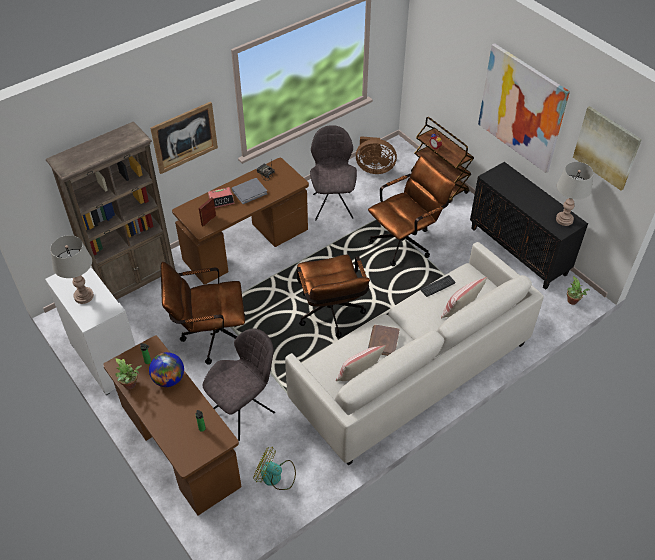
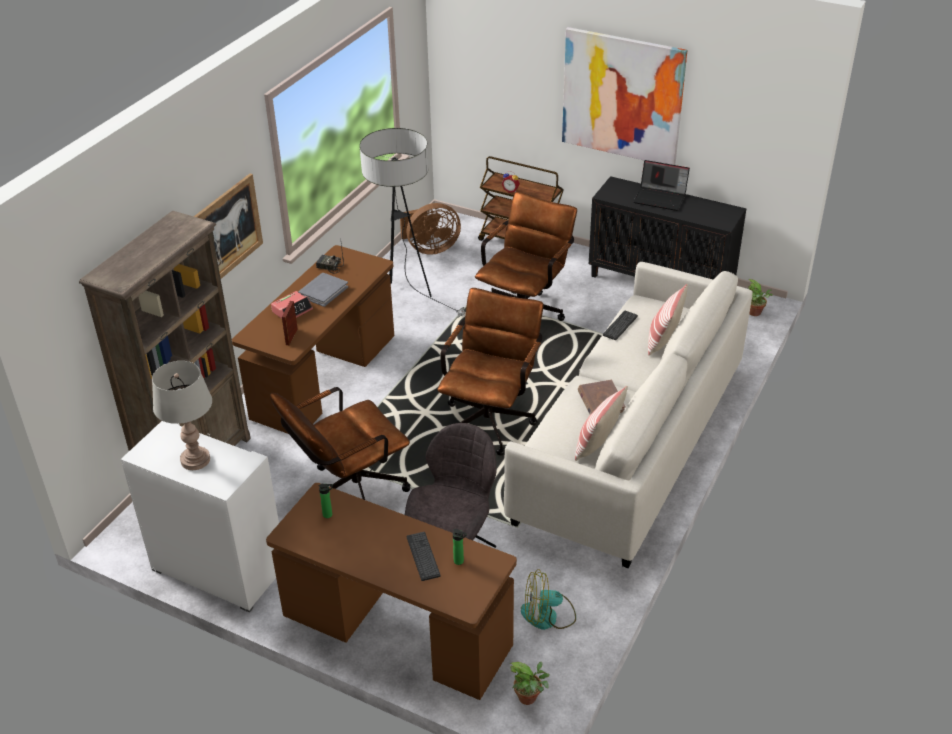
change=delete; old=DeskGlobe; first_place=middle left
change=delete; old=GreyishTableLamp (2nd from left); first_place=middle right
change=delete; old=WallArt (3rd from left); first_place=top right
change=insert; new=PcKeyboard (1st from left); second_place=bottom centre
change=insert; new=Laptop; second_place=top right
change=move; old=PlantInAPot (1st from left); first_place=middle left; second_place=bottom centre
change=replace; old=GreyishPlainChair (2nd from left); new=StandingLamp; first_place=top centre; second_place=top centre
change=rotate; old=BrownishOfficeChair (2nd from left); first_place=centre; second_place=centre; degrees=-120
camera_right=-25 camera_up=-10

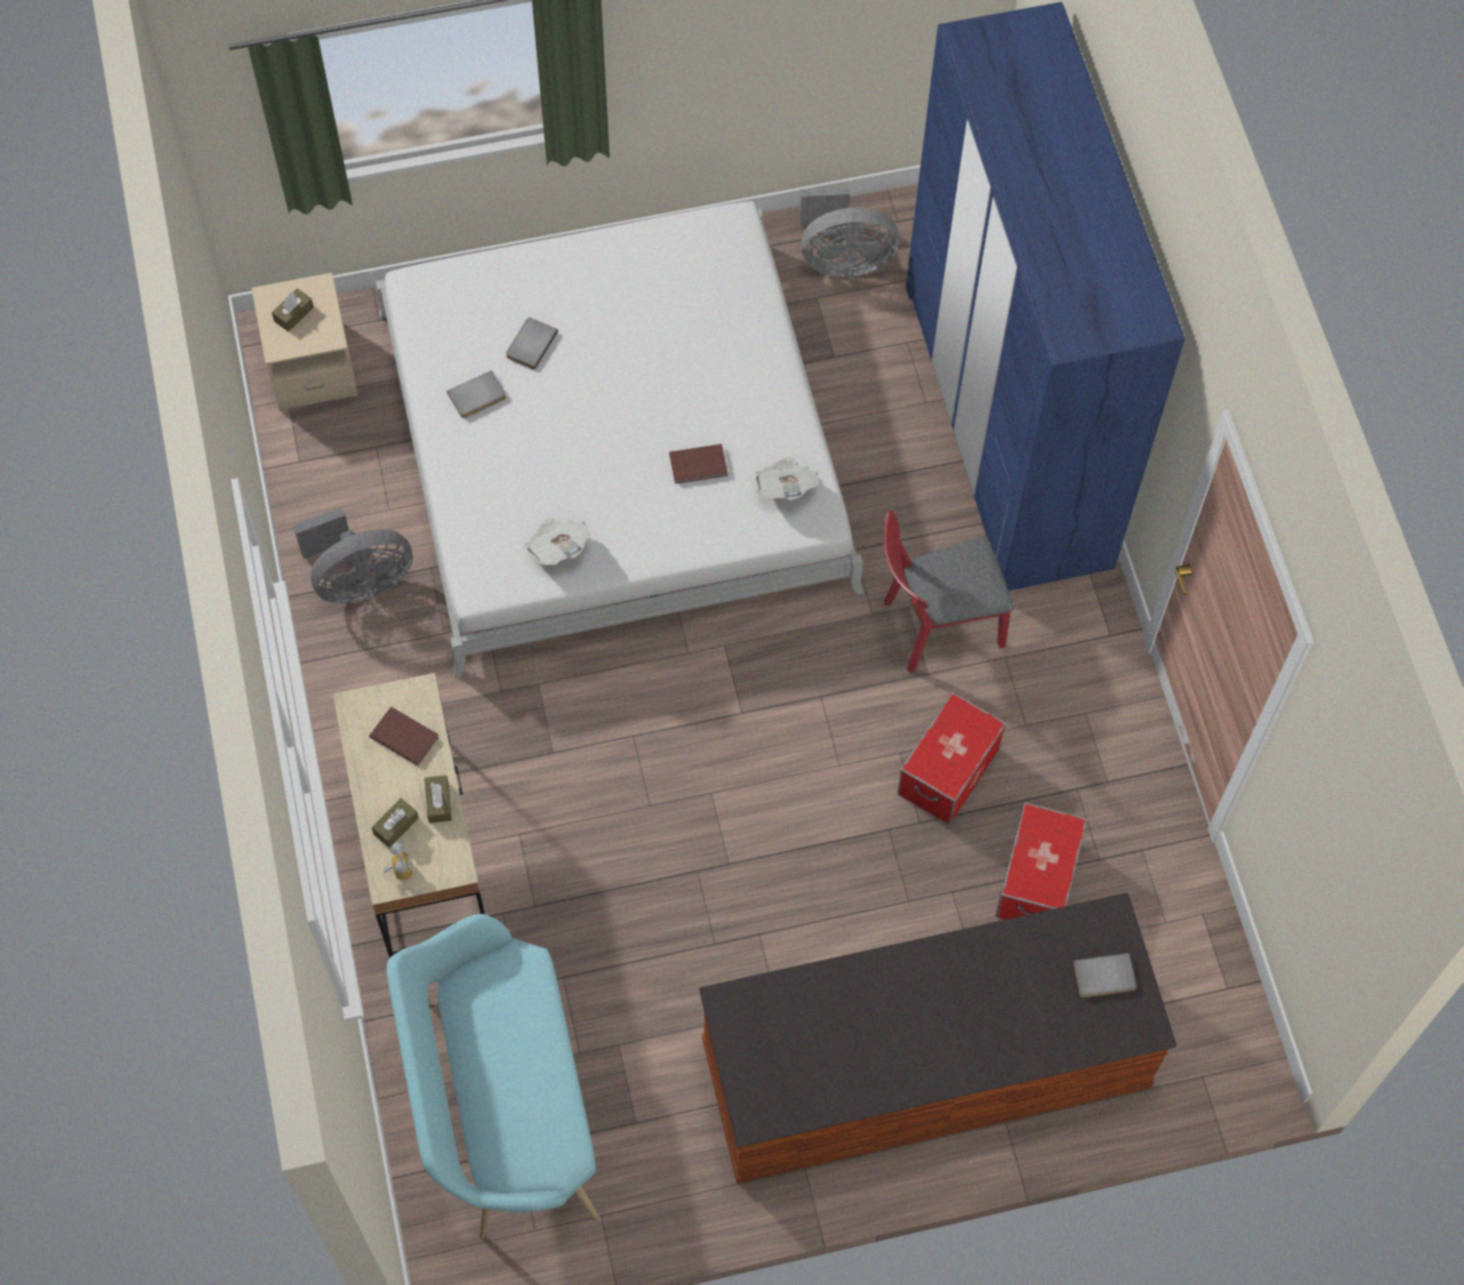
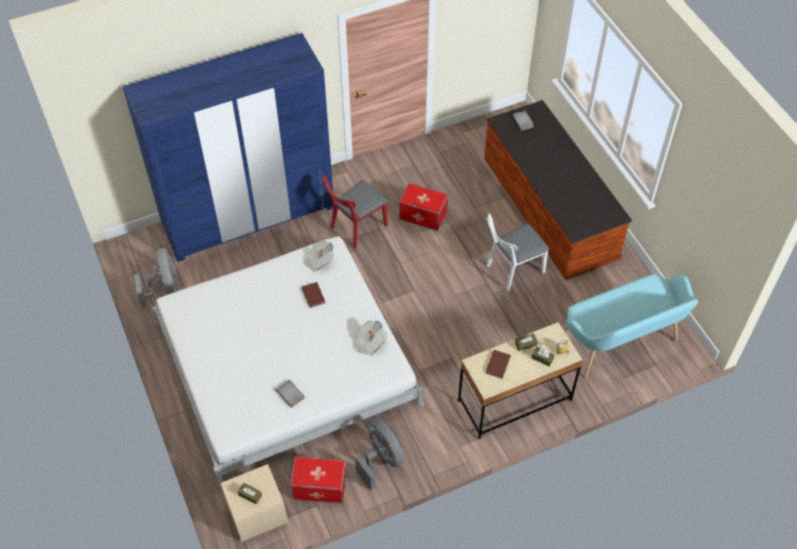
change=delete; old=GreyishBook (2nd from left); first_place=top centre
change=insert; new=WhiteColouredPlainChair; second_place=centre
change=move; old=StorageBox (2nd from left in the first image); new=StorageBox (1st from left); first_place=bottom right; second_place=bottom centre
change=rotate; old=RedColouredPlainChair; first_place=centre; second_place=centre; degrees=75
camera_right=-100 camera_up=-10

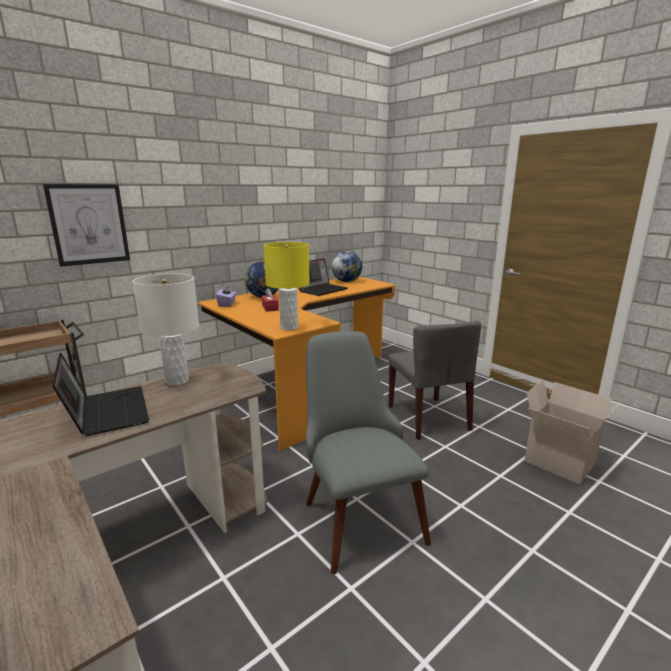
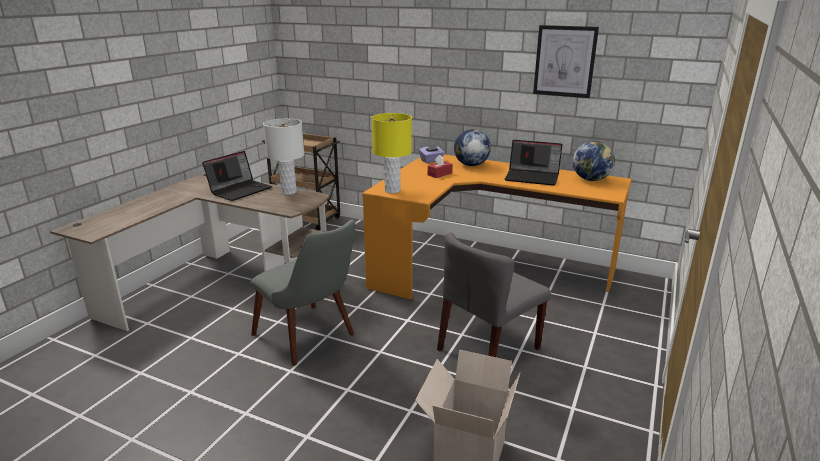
change=move; old=WallArt; first_place=middle left; second_place=top right
change=rotate; old=GreyishPlainChair (1st from left); first_place=bottom centre; second_place=centre; degrees=90
camera_right=65 camera_up=5

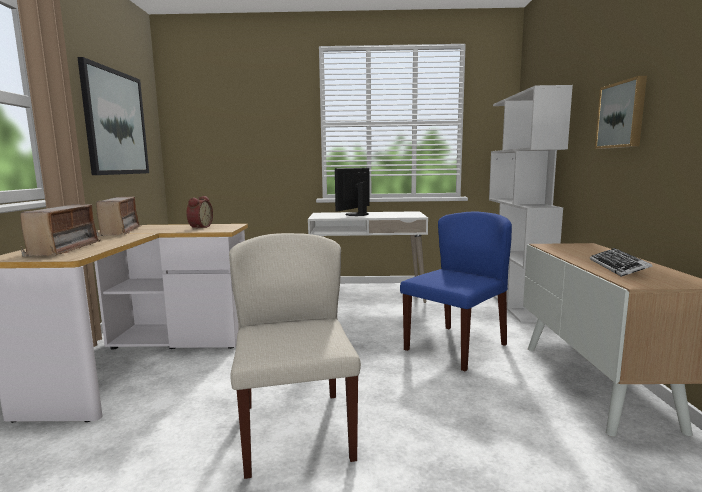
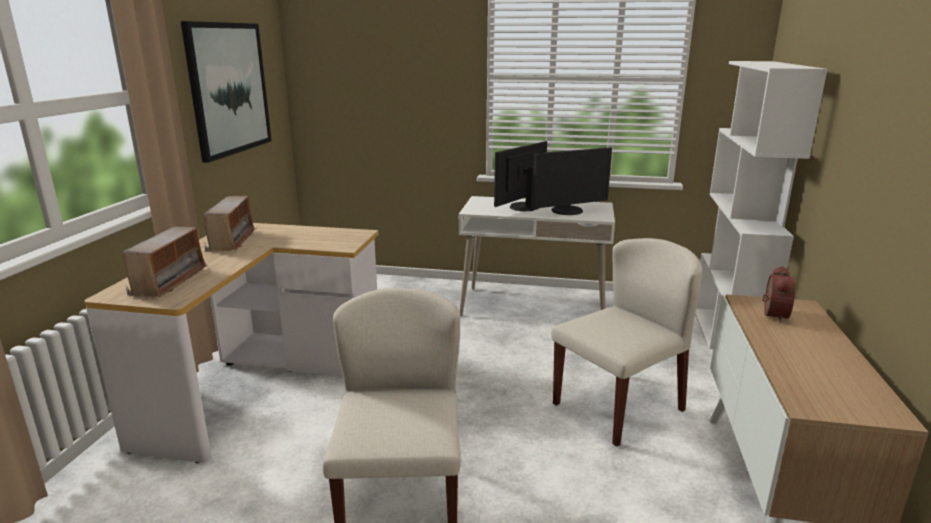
change=delete; old=PcKeyboard; first_place=middle right
change=delete; old=WallArt (2nd from left); first_place=top right
change=insert; new=ComputerScreen (2nd from left); second_place=centre
change=move; old=TableClock; first_place=middle left; second_place=middle right
change=recolor; old=BluePlainChair; new=BeigeColouredPlainChair (2nd from left); first_place=centre; second_place=middle right
camera_right=10 camera_up=10

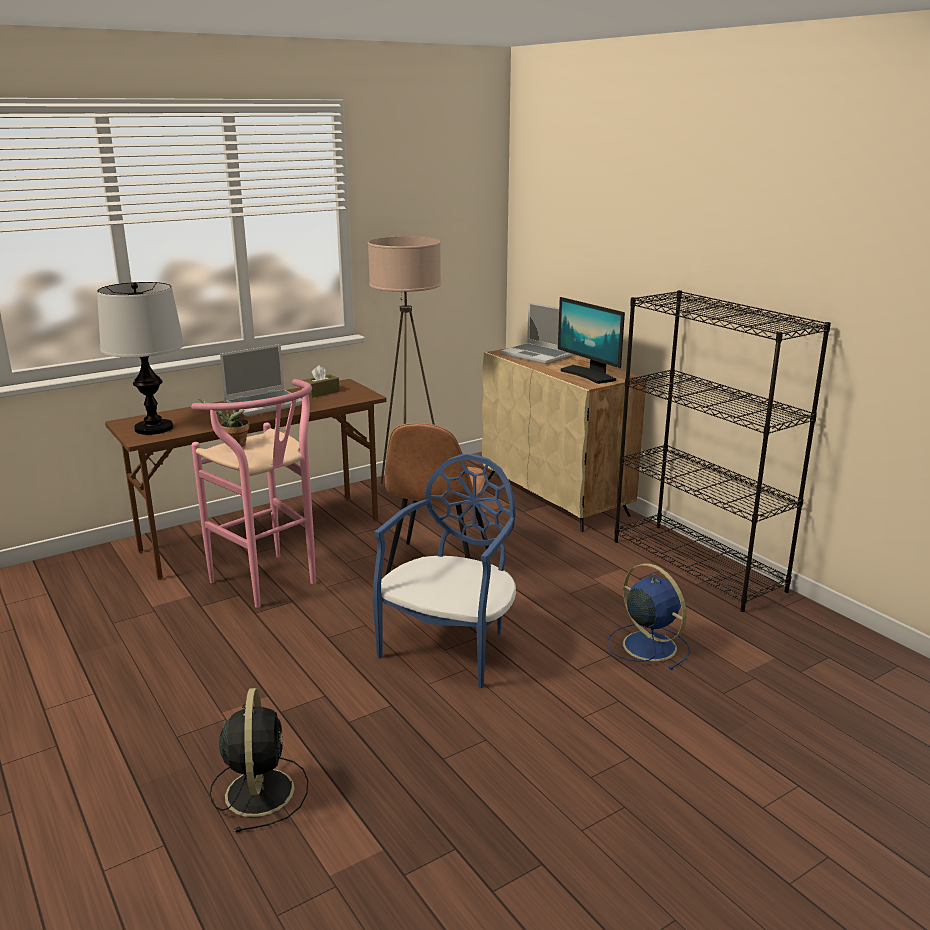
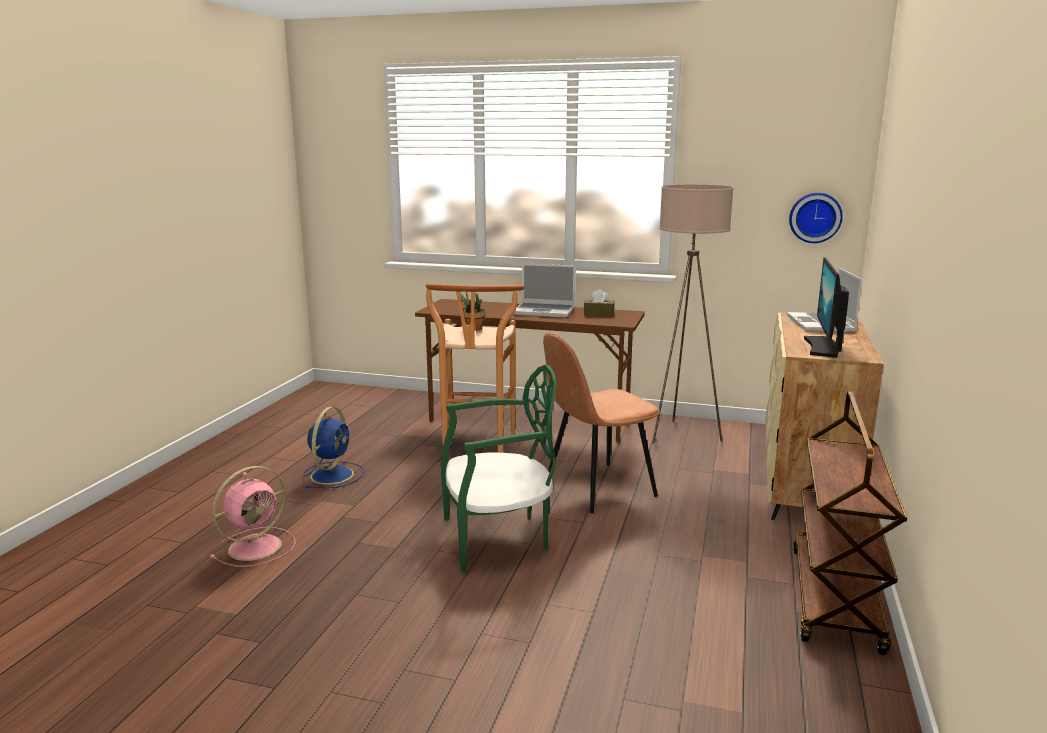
change=delete; old=TableLamp; first_place=middle left
change=insert; new=WallClock; second_place=top right
change=move; old=BlueFan; first_place=middle right; second_place=middle left
change=replace; old=BlackShelvingUnit; new=BrownishWheeledCart; first_place=middle right; second_place=bottom right
change=recolor; old=PinkishStool; new=BrownishStool; first_place=middle left; second_place=centre
change=recolor; old=BlackFan; new=PinkishFan; first_place=bottom left; second_place=bottom left
change=recolor; old=BluePlainChair; new=GreenPlainChair; first_place=centre; second_place=centre
camera_right=50 camera_up=-5

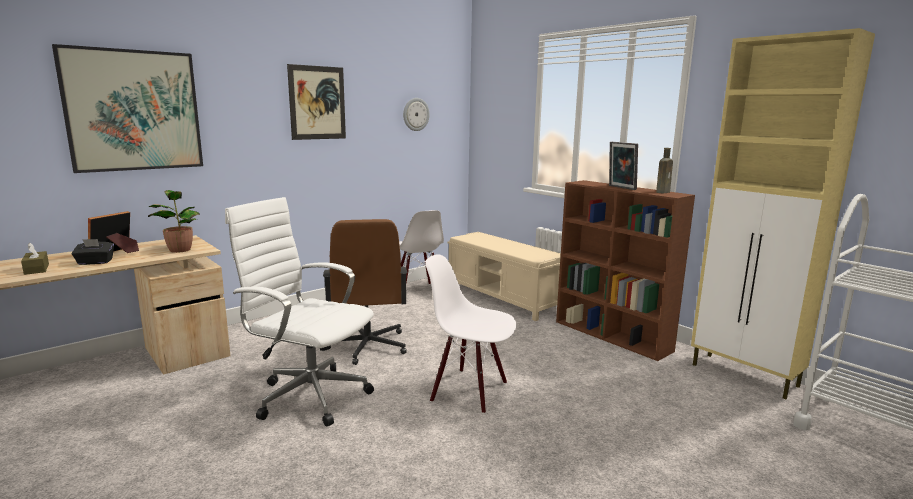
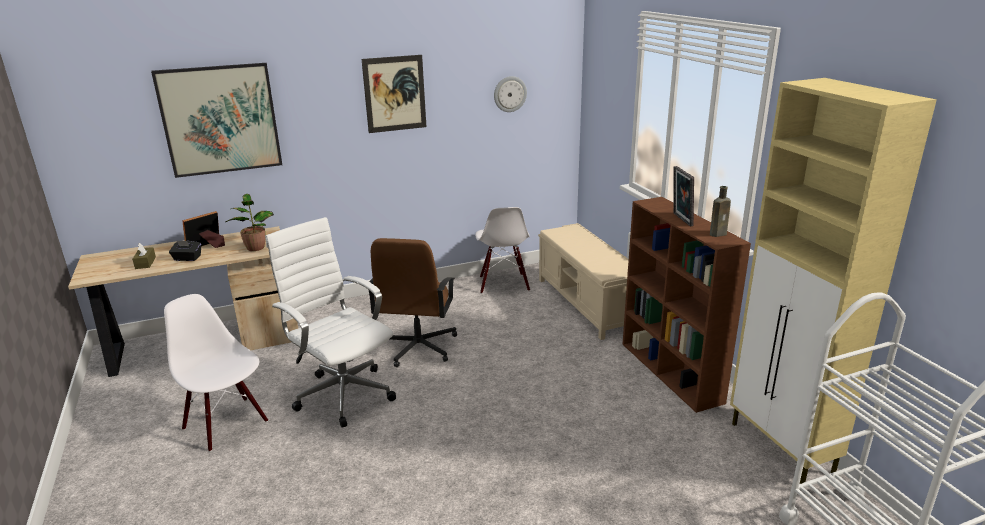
change=move; old=WhiteColouredPlainChair (2nd from left in the first image); new=WhiteColouredPlainChair (1st from left); first_place=bottom centre; second_place=bottom left
camera_right=20 camera_up=10

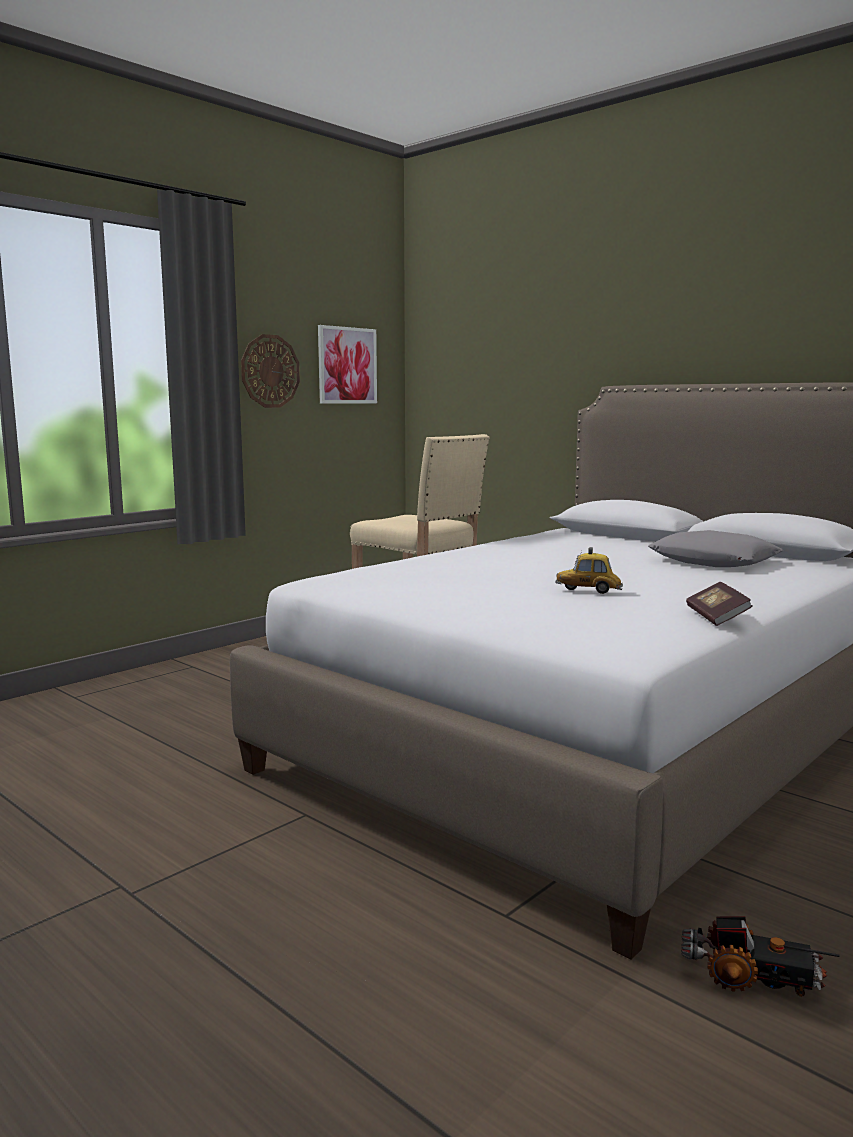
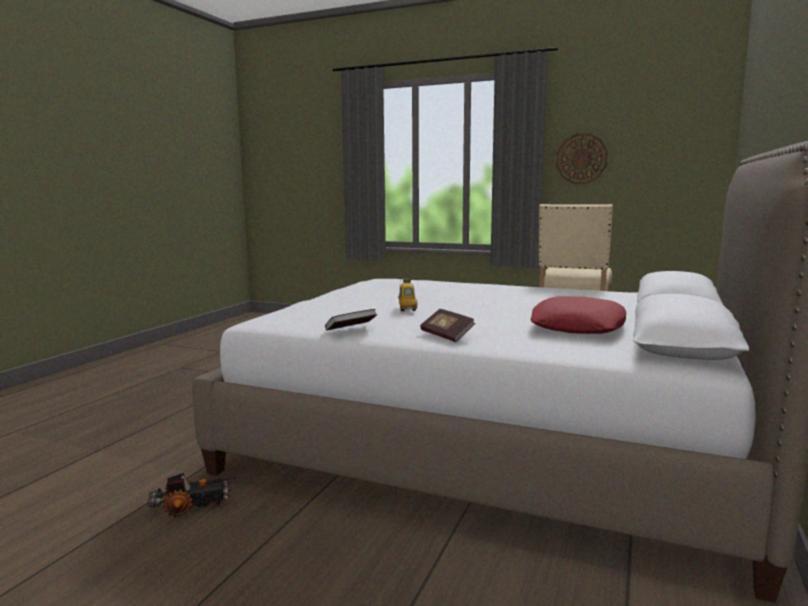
change=delete; old=WallArt; first_place=top centre
change=insert; new=Book (2nd from left); second_place=centre
change=recolor; old=GreyishThrowPillow; new=RedColouredThrowPillow; first_place=middle right; second_place=middle right
change=rotate; old=ModelTruck; first_place=bottom right; second_place=bottom left; degrees=-105
camera_right=70 camera_up=0

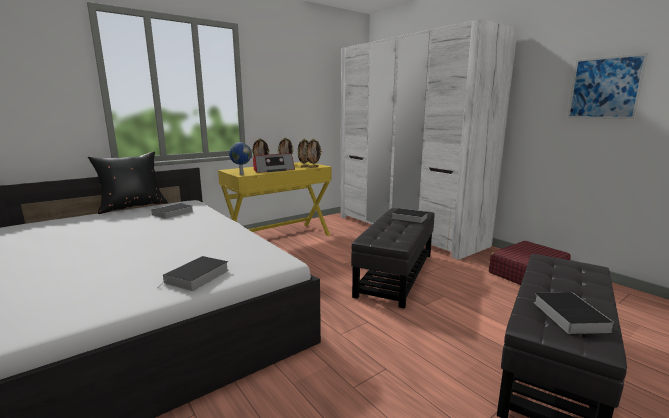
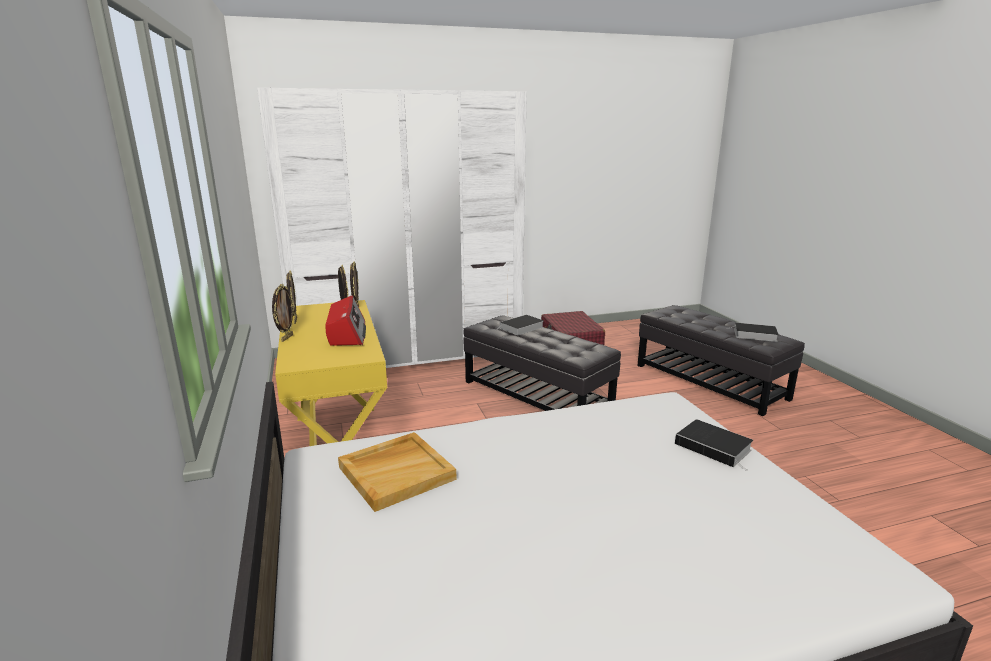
change=delete; old=BlackThrowPillow; first_place=middle left
change=delete; old=DeskGlobe; first_place=centre
change=delete; old=WallArt; first_place=top right
change=replace; old=Book (1st from left); new=BeigeColouredCarryingTray; first_place=middle left; second_place=bottom centre
camera_right=-70 camera_up=5

